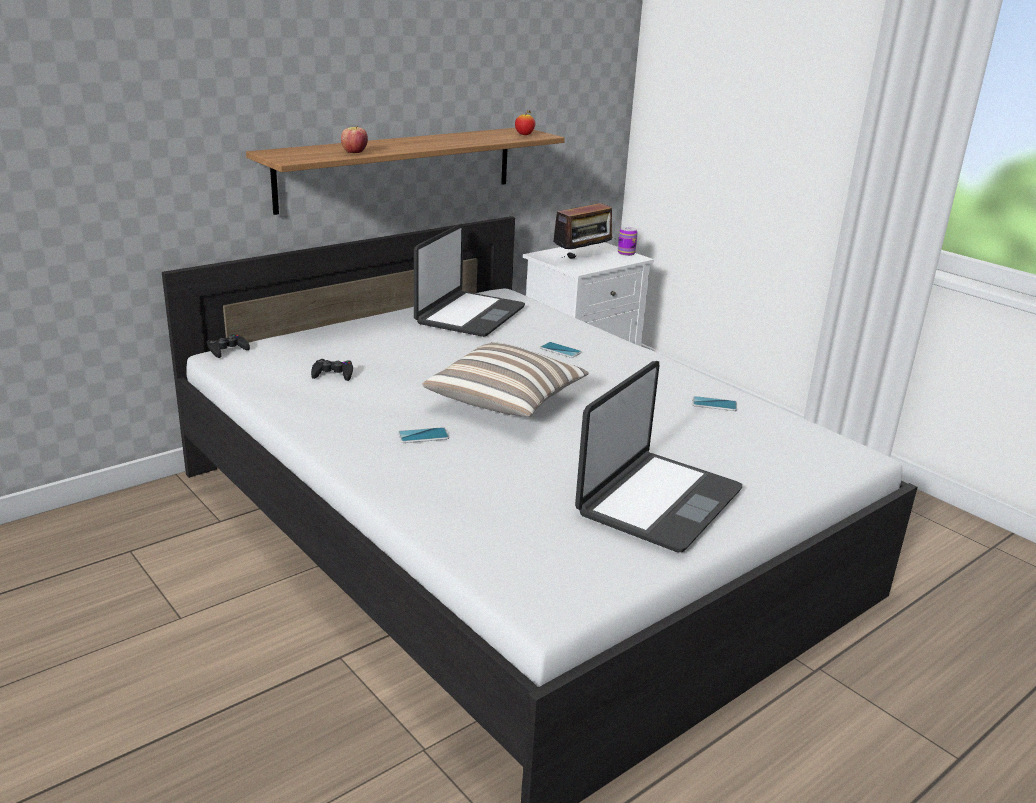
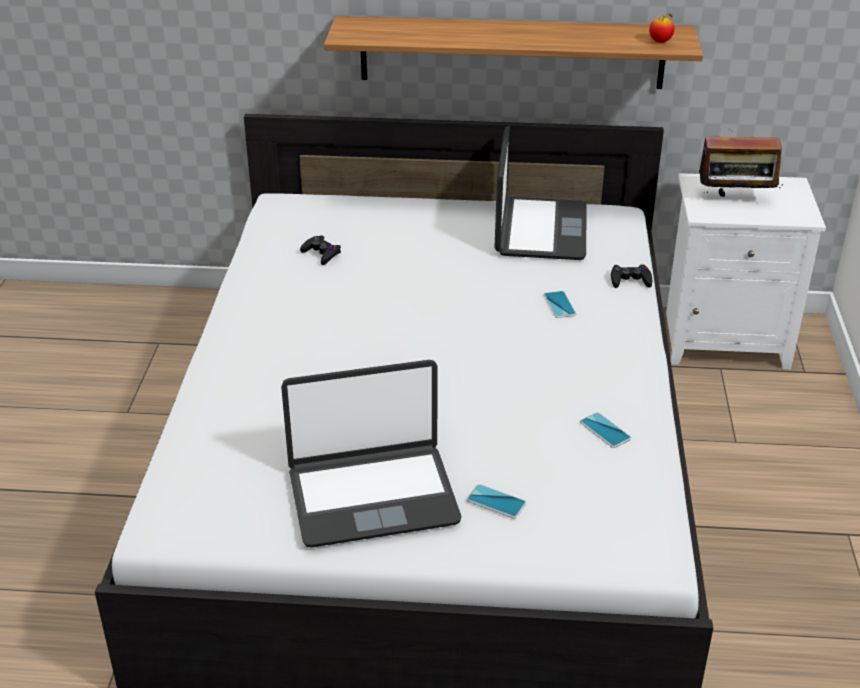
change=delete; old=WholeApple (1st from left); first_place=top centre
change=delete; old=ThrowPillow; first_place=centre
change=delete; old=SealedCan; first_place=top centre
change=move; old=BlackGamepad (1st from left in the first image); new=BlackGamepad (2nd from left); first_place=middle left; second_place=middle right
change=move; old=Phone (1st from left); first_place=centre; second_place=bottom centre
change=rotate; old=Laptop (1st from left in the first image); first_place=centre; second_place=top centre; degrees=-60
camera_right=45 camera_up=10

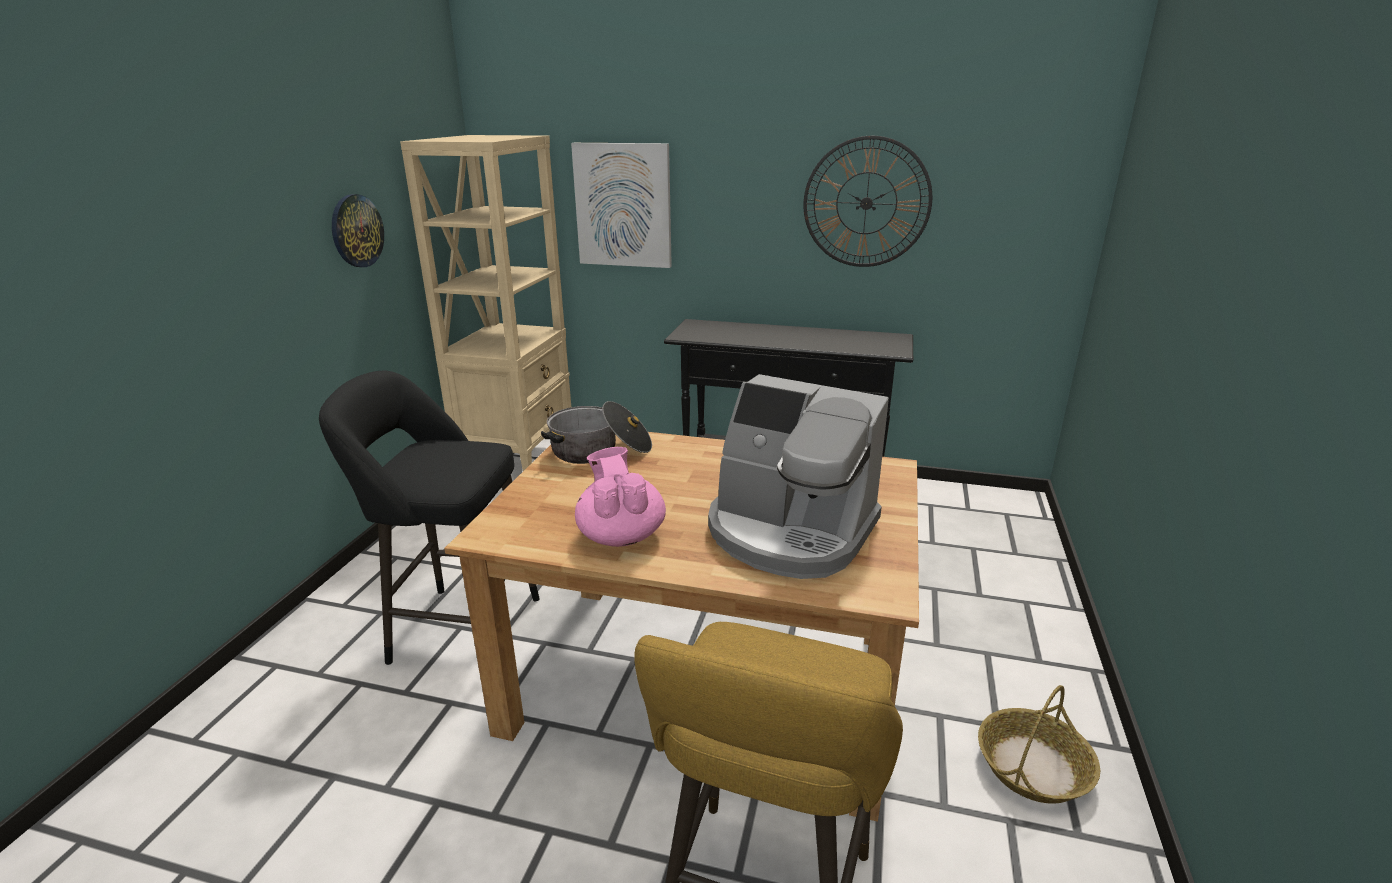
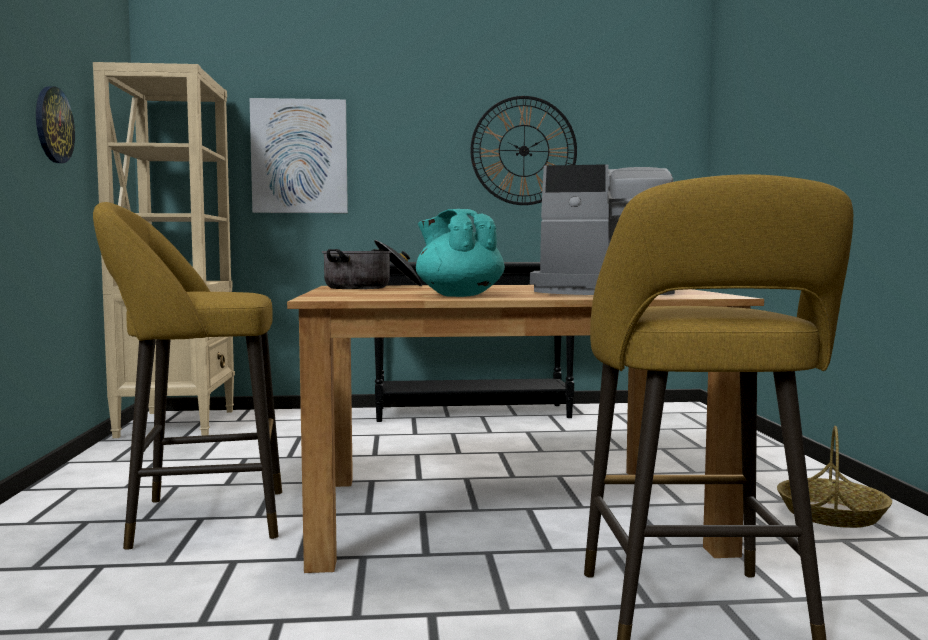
change=recolor; old=BlackStool; new=YellowishStool (1st from left); first_place=middle left; second_place=middle left
change=recolor; old=PinkishTeapot; new=BlueGreenTeapot; first_place=centre; second_place=centre
camera_right=-20 camera_up=-20

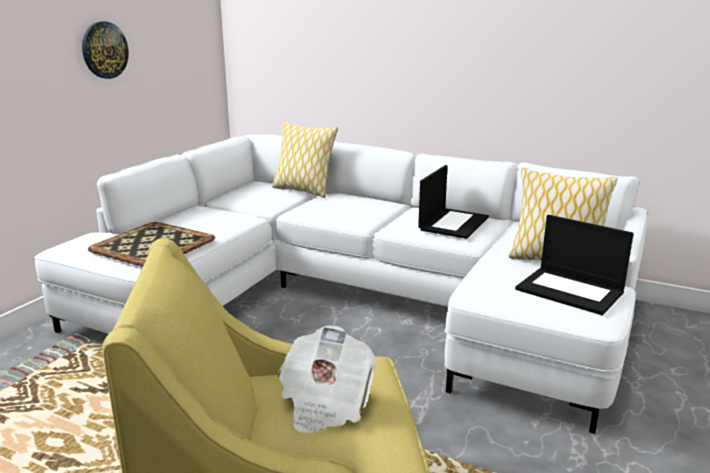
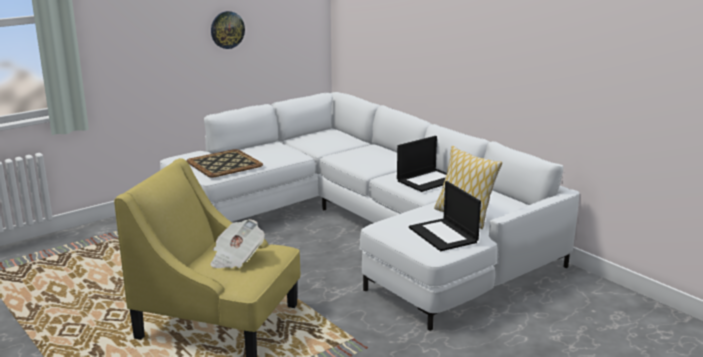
change=delete; old=ThrowPillow (1st from left); first_place=centre
camera_right=25 camera_up=0

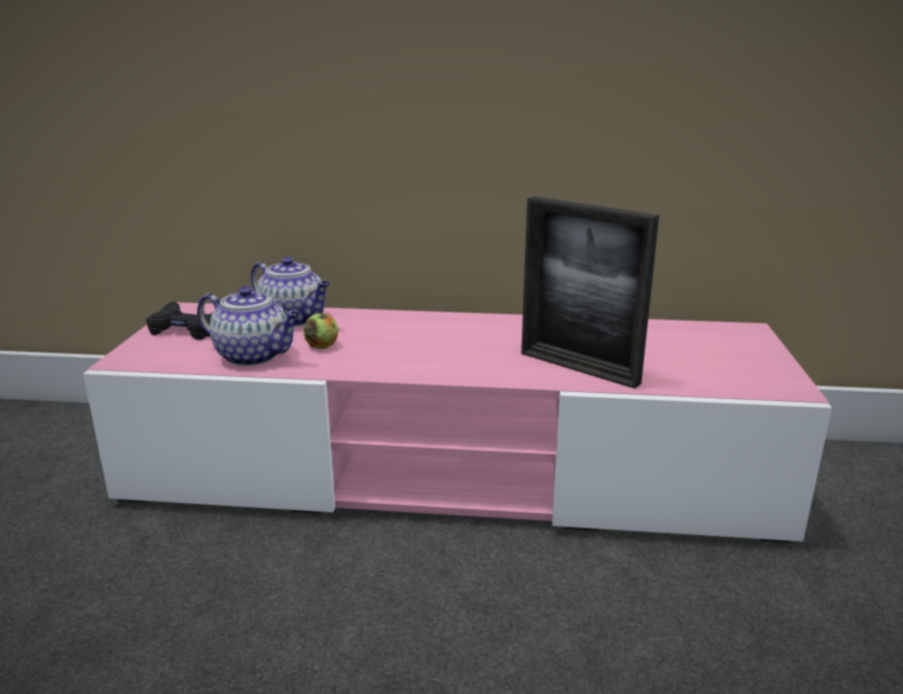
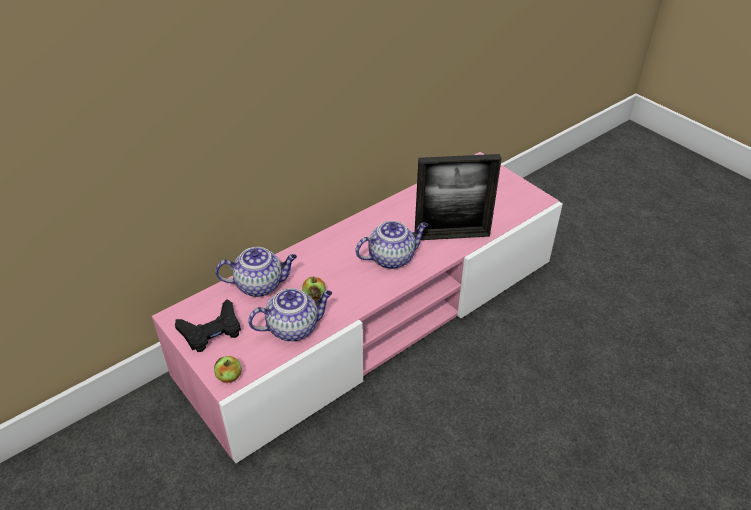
change=insert; new=WholeApple (1st from left); second_place=bottom left
change=insert; new=Teapot (3rd from left); second_place=centre
camera_right=-45 camera_up=20

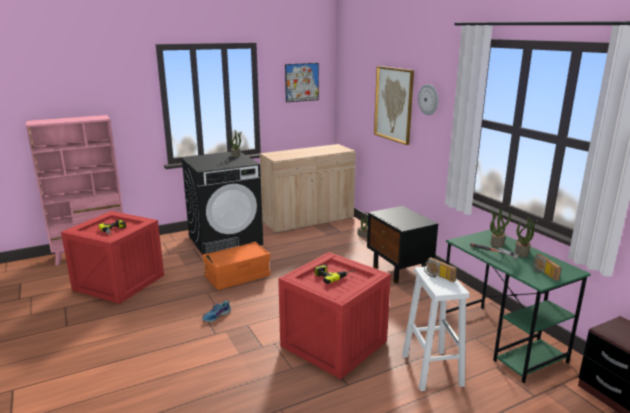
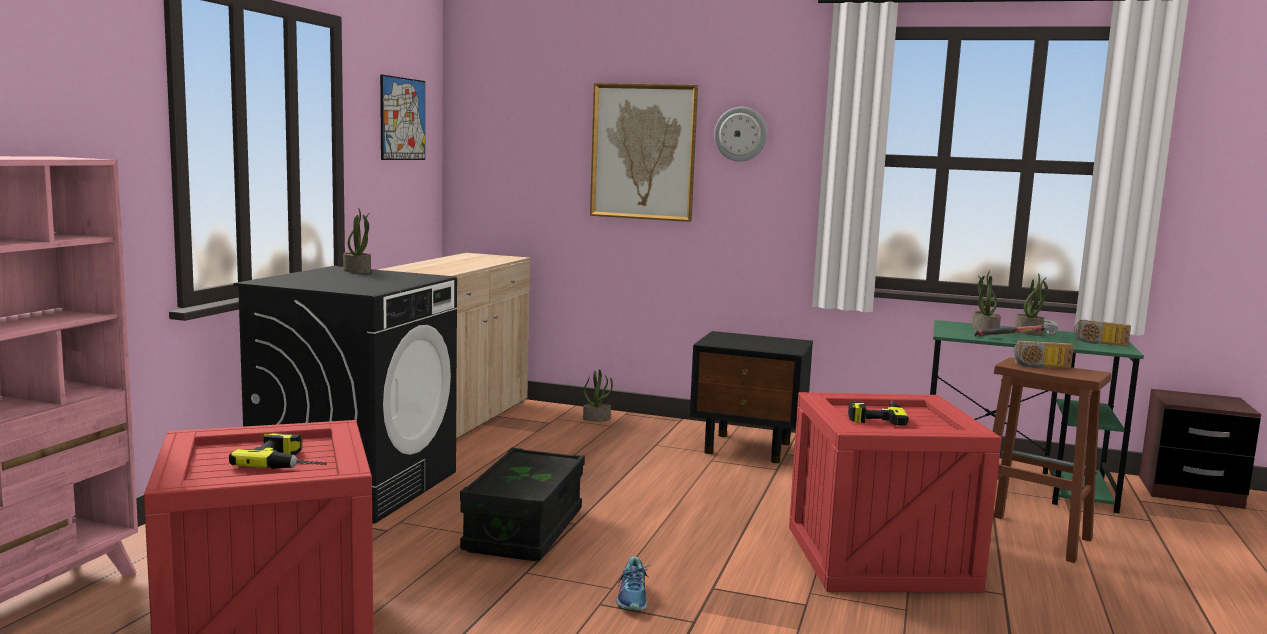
change=recolor; old=OrangeStorageBox; new=BlackStorageBox; first_place=centre; second_place=bottom centre
change=recolor; old=WhiteColouredStool; new=BrownishStool; first_place=bottom right; second_place=bottom right
camera_right=-45 camera_up=-10

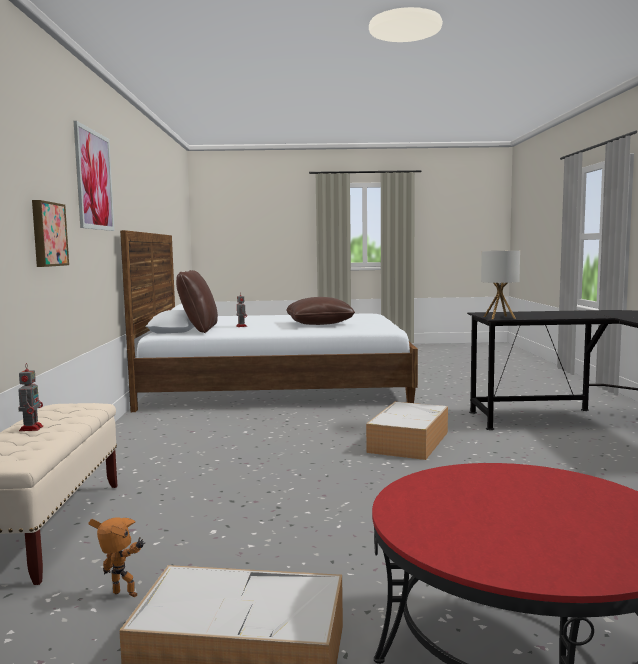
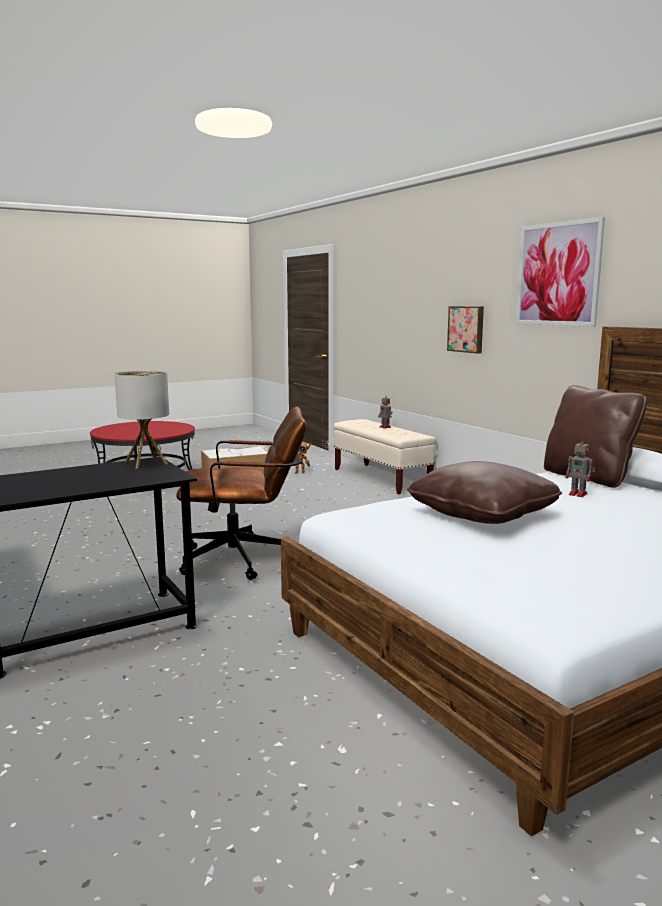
change=replace; old=StorageBox (2nd from left); new=BrownishOfficeChair; first_place=centre; second_place=centre
camera_right=150 camera_up=5

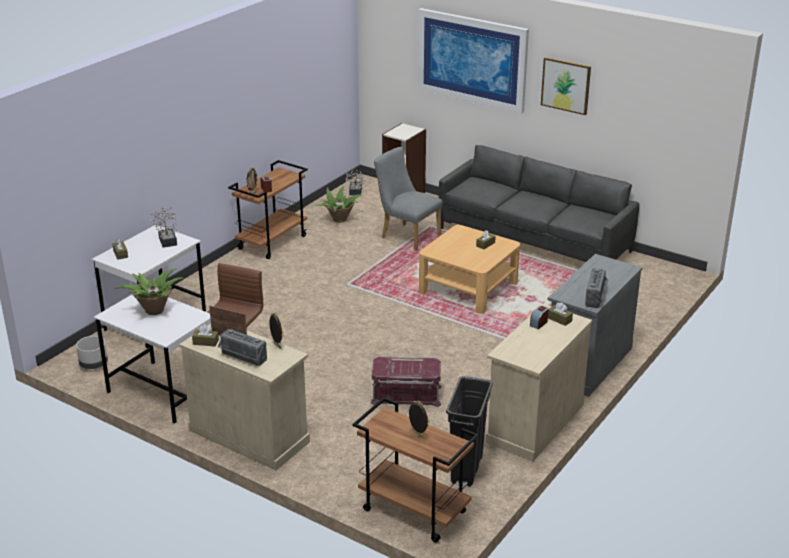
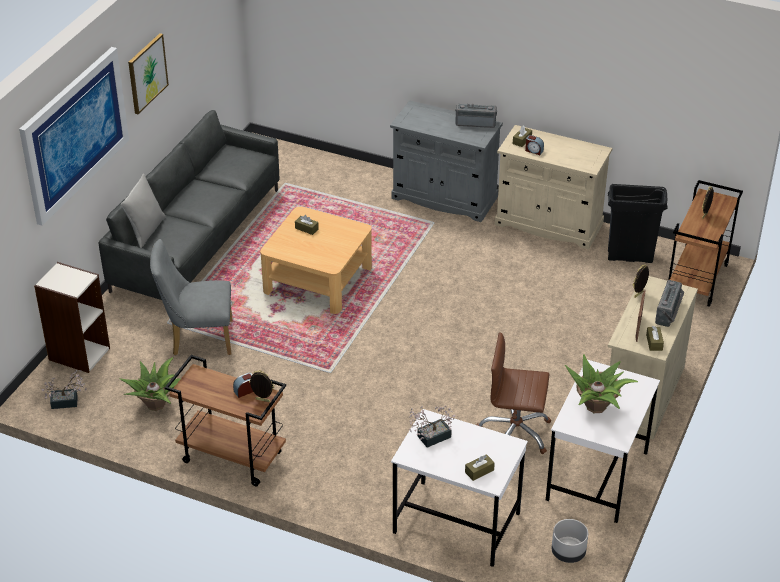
change=delete; old=RedColouredStorageBox; first_place=bottom centre
change=insert; new=GreyishThrowPillow; second_place=middle left
change=rotate; old=GreyishPlainChair; first_place=centre; second_place=middle left; degrees=60
camera_right=-100 camera_up=10

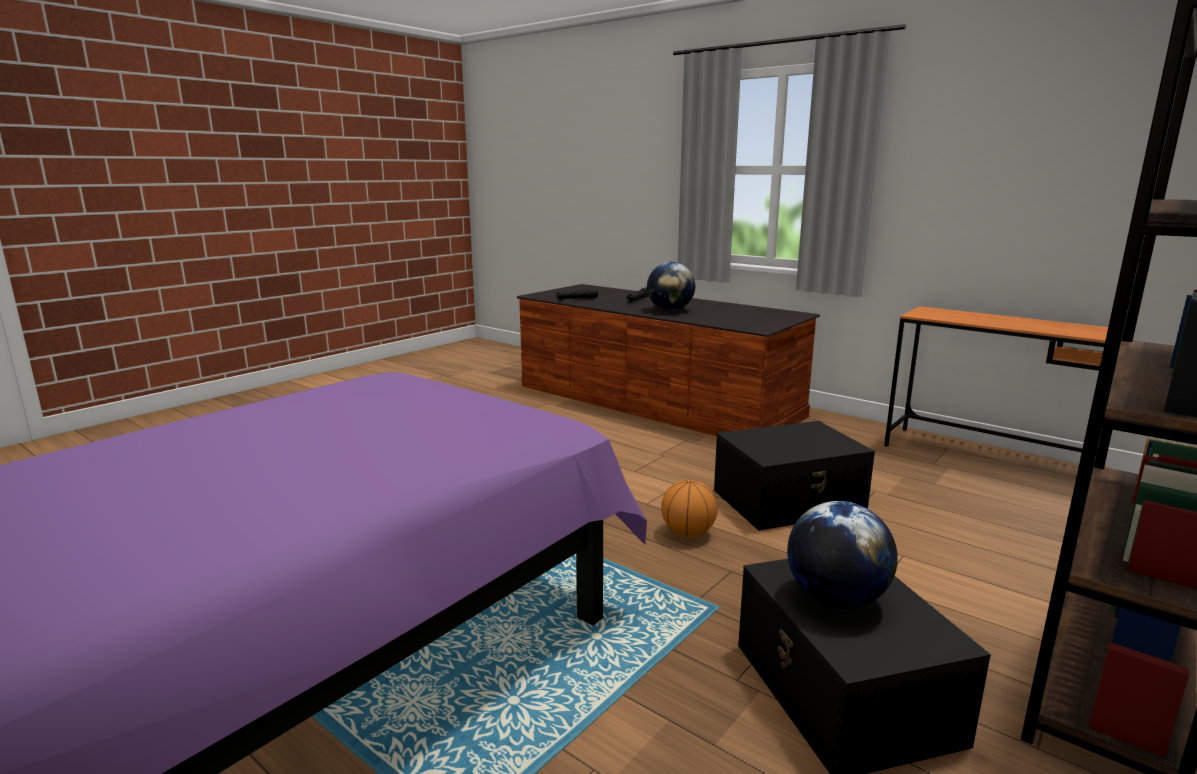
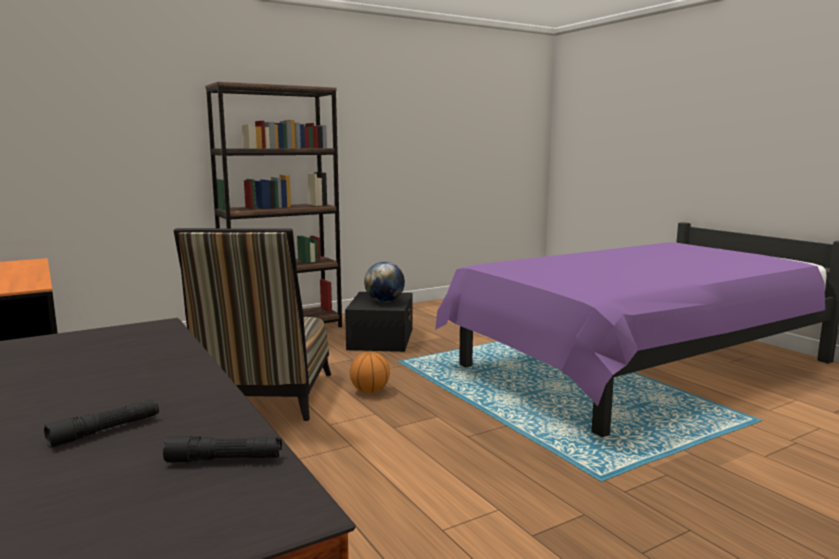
change=delete; old=DeskGlobe (1st from left); first_place=centre
change=replace; old=BlackStorageBox (1st from left); new=PlainChair; first_place=centre; second_place=middle left
camera_right=-160 camera_up=-5

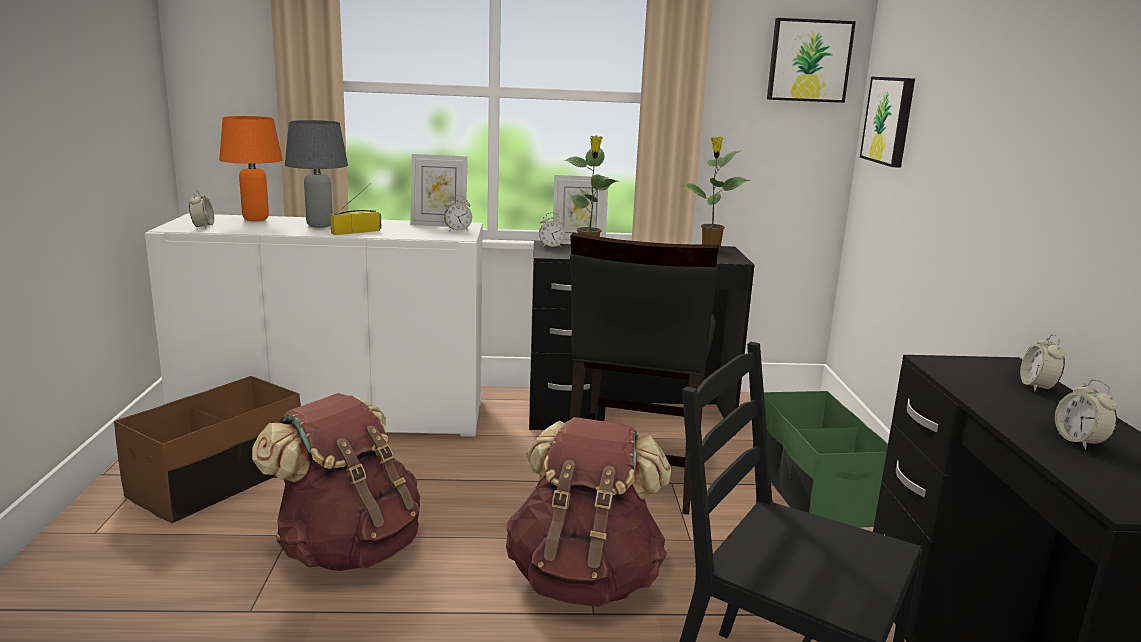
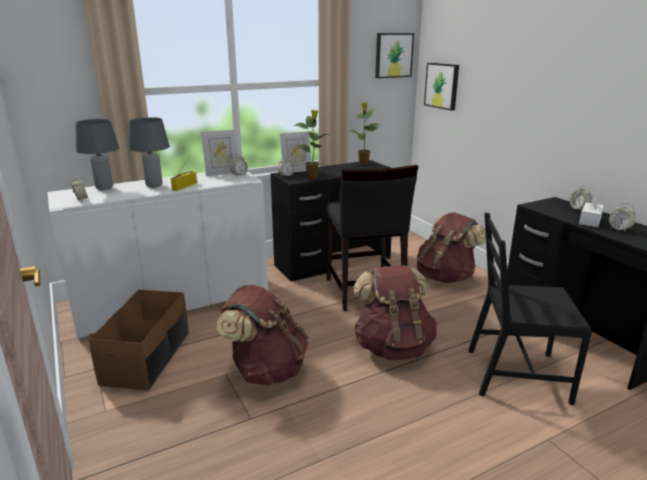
change=insert; new=WhiteColouredBoxOfTissues; second_place=middle right
change=replace; old=GreenStorageBox; new=BrownishBackpack (3rd from left); first_place=bottom right; second_place=middle right
change=recolor; old=OrangeTableLamp; new=GreyishTableLamp (1st from left); first_place=top left; second_place=top left
camera_right=-25 camera_up=5

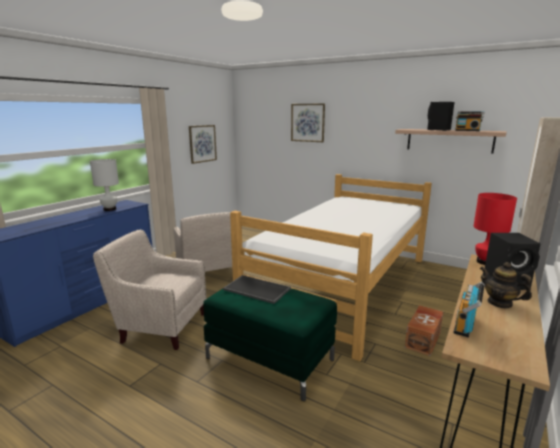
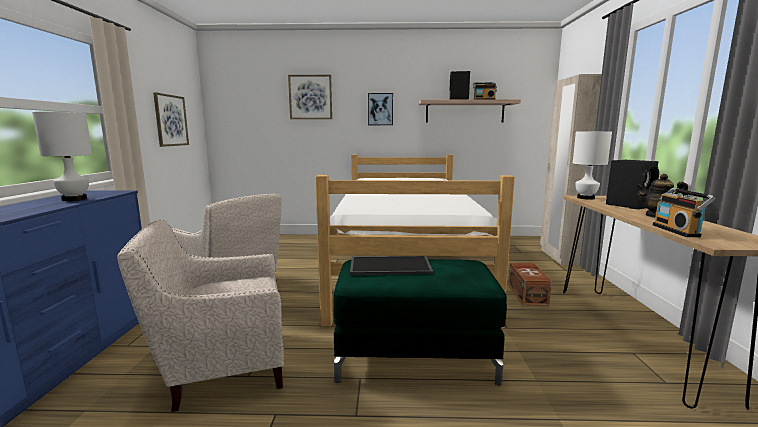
change=insert; new=WallArt (3rd from left); second_place=top centre
change=recolor; old=RedColouredTableLamp; new=WhiteColouredTableLamp (2nd from left); first_place=middle right; second_place=middle right
camera_right=-30 camera_up=-5

